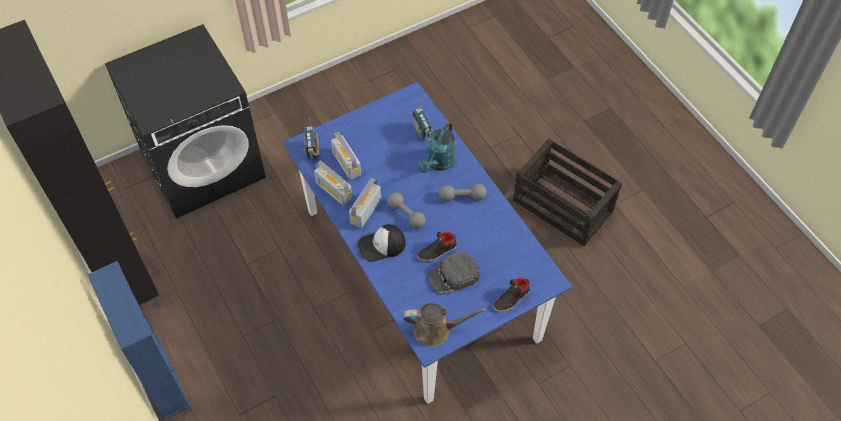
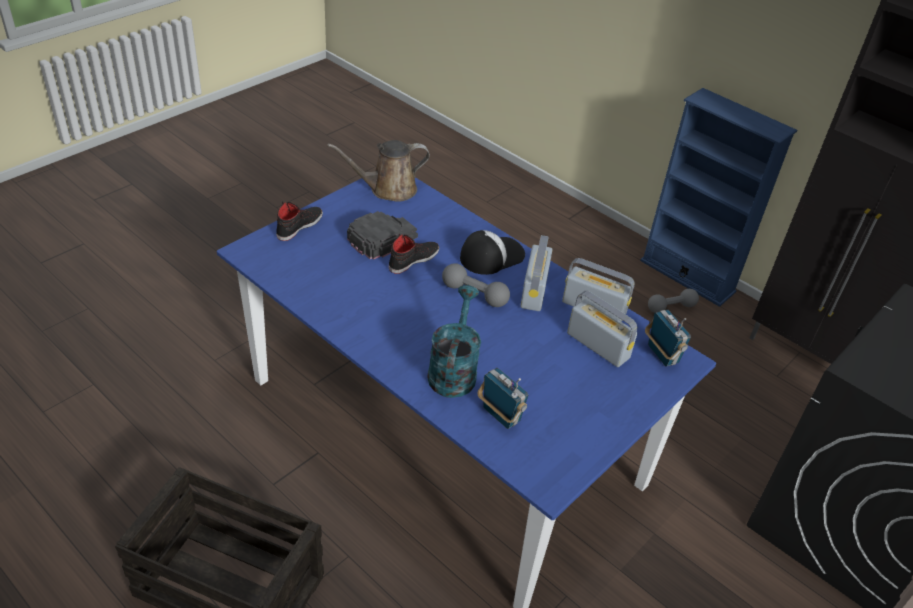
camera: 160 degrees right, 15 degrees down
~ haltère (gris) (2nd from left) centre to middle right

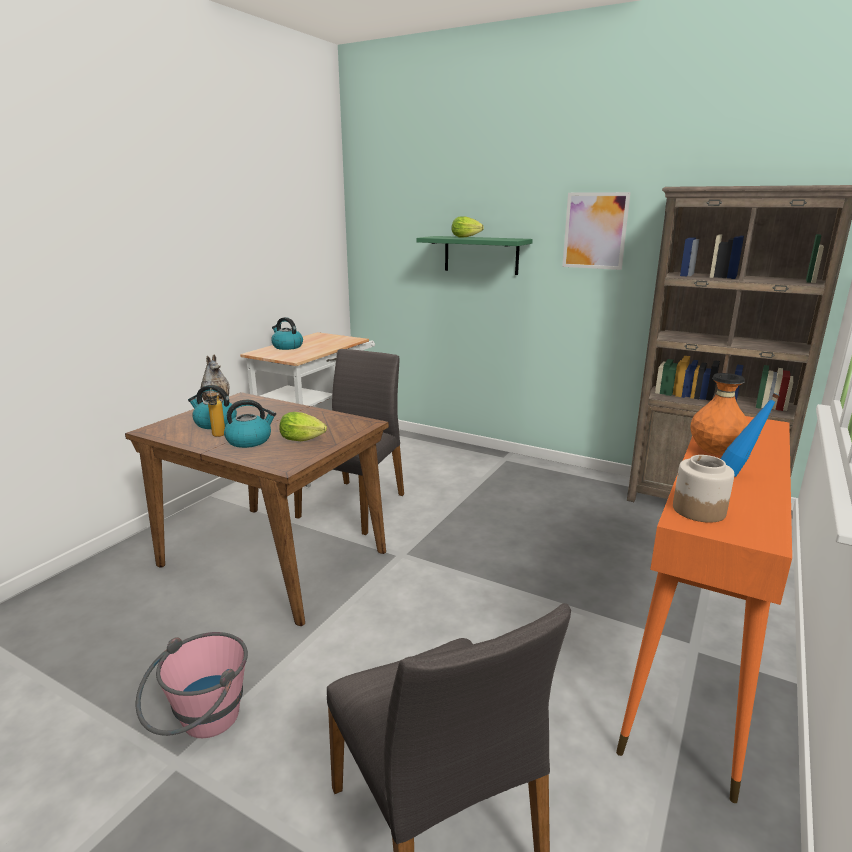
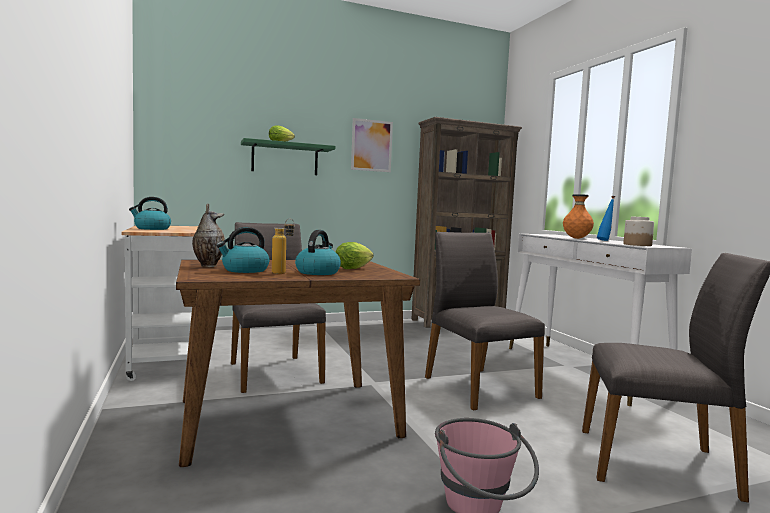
camera: 50 degrees left, 15 degrees down
~ table console (orange) bottom right to table console (blanc) middle right
+ chaise (gris) (2nd from left) centre

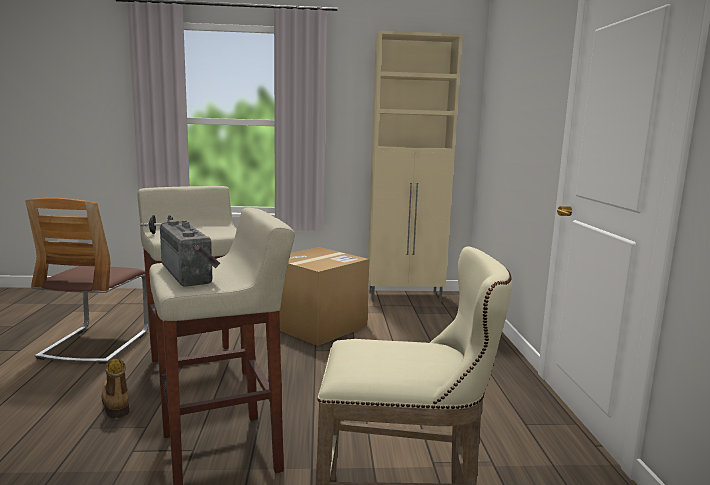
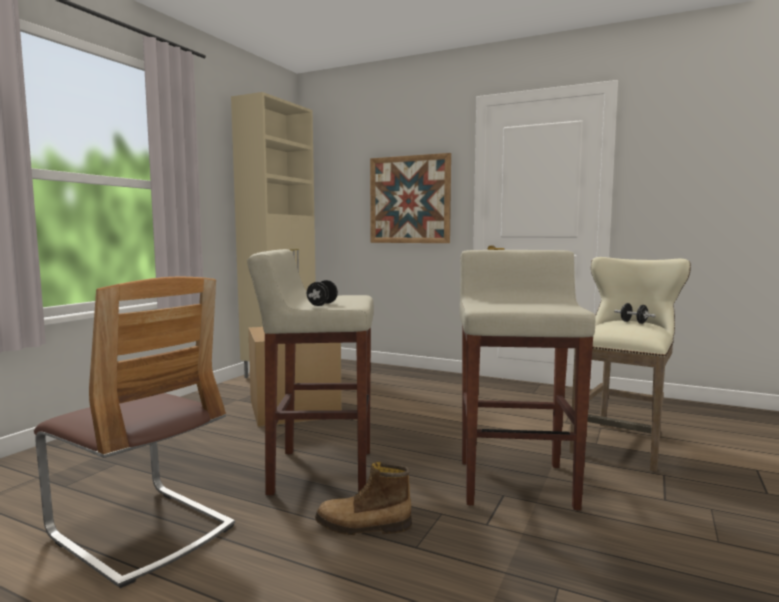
camera: 60 degrees left, 5 degrees down
- radio middle left
+ tableau top centre
+ haltère (noir) (2nd from left) middle right

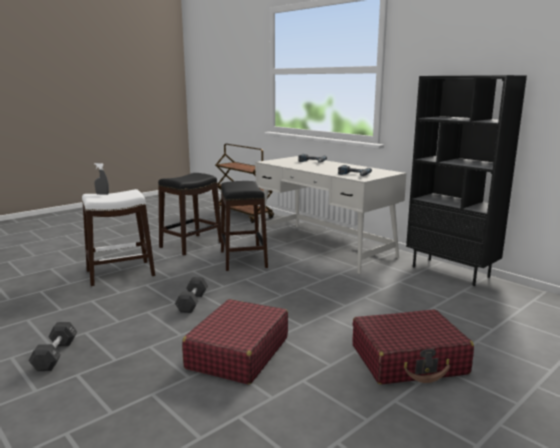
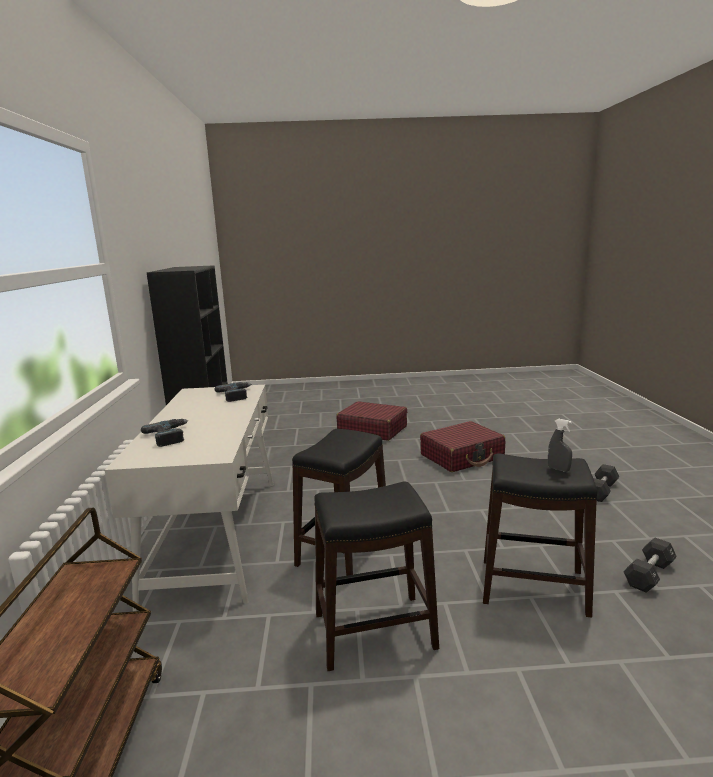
camera: 140 degrees left, 0 degrees up
~ tabouret (blanc) middle left to tabouret (noir) (3rd from left) bottom right
~ haltère (noir) (2nd from left) centre to bottom right

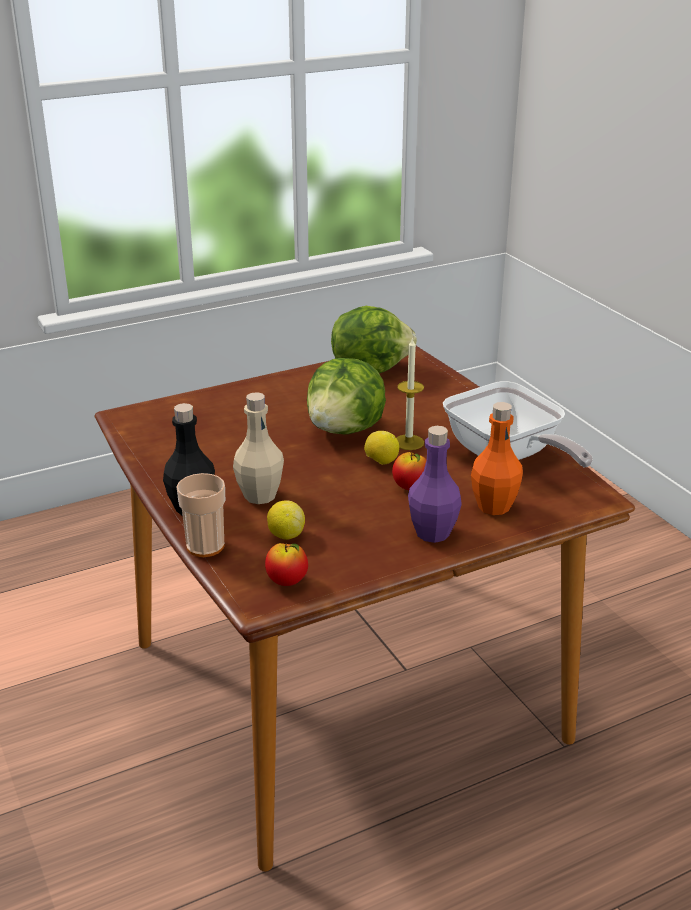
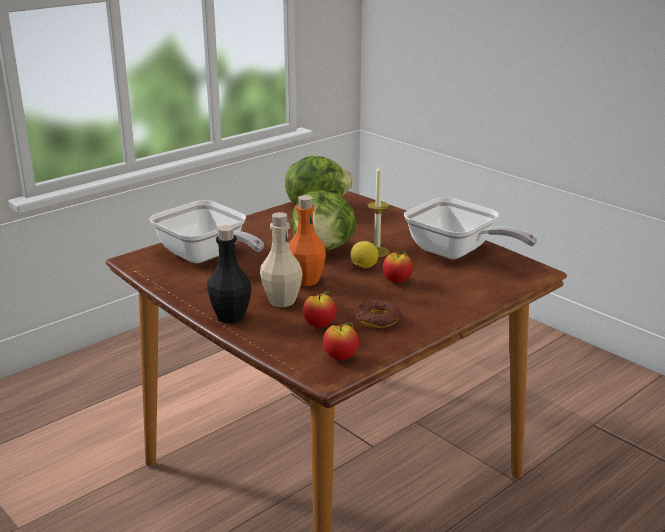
camera: 15 degrees left, 5 degrees down
- tasse middle left
~ citron (1st from left) centre to pomme (1st from left) centre
- bouteille (violet) centre
~ bouteille (orange) middle right to centre
+ poêle (1st from left) middle left
+ beignet centre

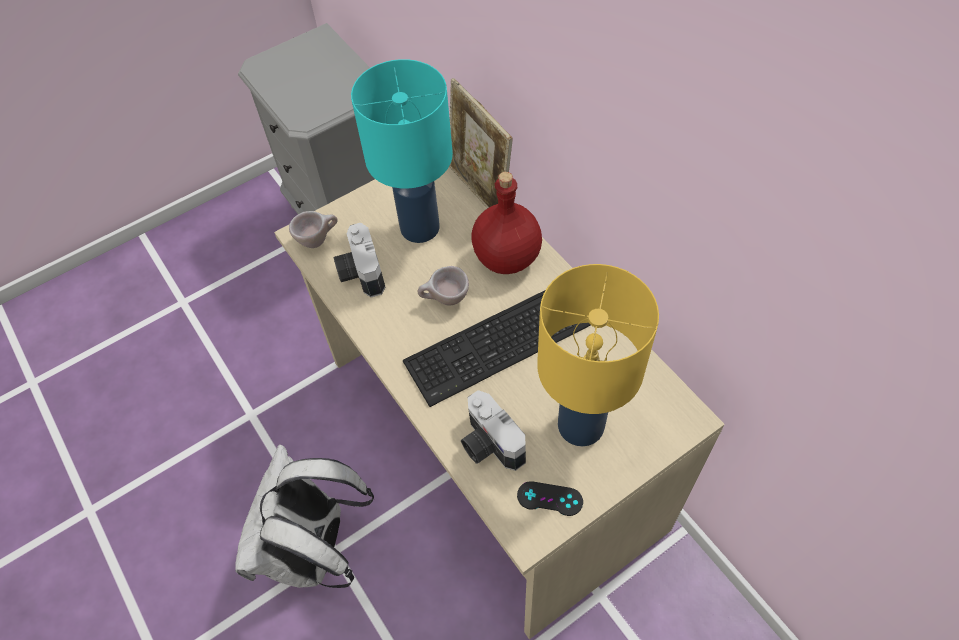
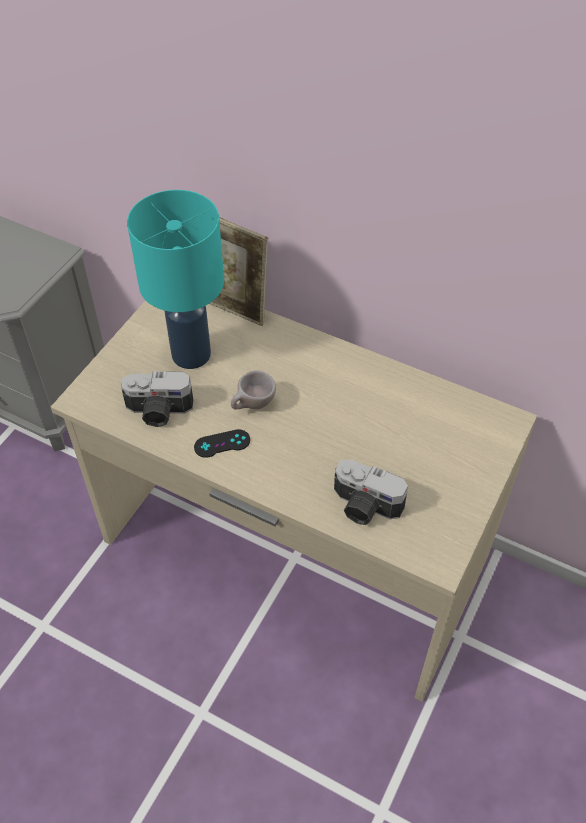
camera: 30 degrees left, 5 degrees down
- sac à dos (blanc) bottom left
- tasse (beige) (1st from left) middle left
~ appareil photo (1st from left) centre = middle left 45 degrees counterclockwise
- clavier centre
- bouteille (rouge) centre
~ manette (noir) bottom centre to centre
- lampe de table (jaune) centre

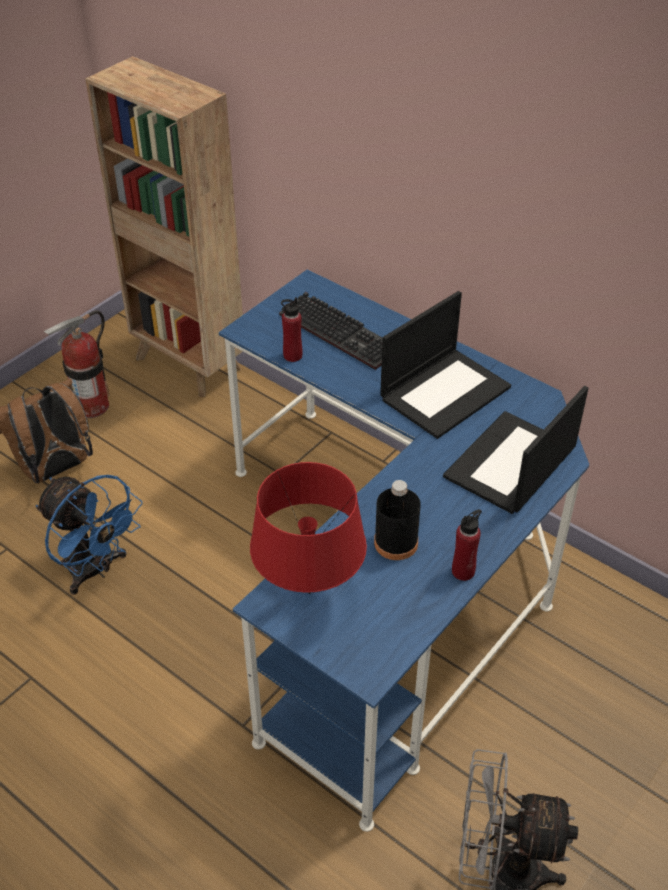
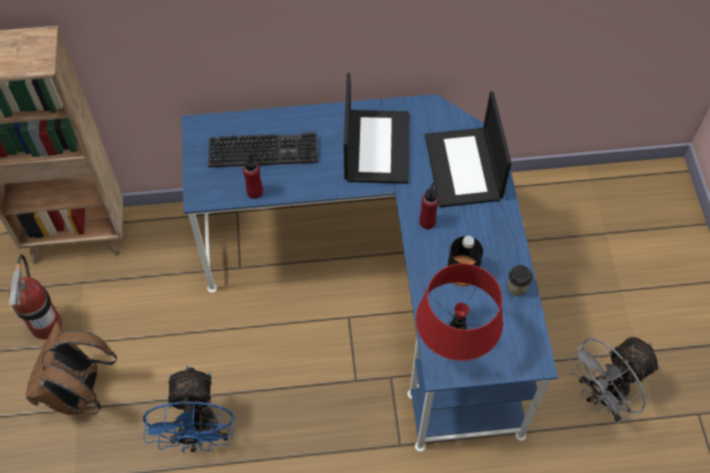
camera: 45 degrees left, 15 degrees up
~ ventilateur (bleu) middle left = bottom left 90 degrees clockwise
~ bouteille (rouge) (2nd from left) middle right to centre
+ tasse middle right

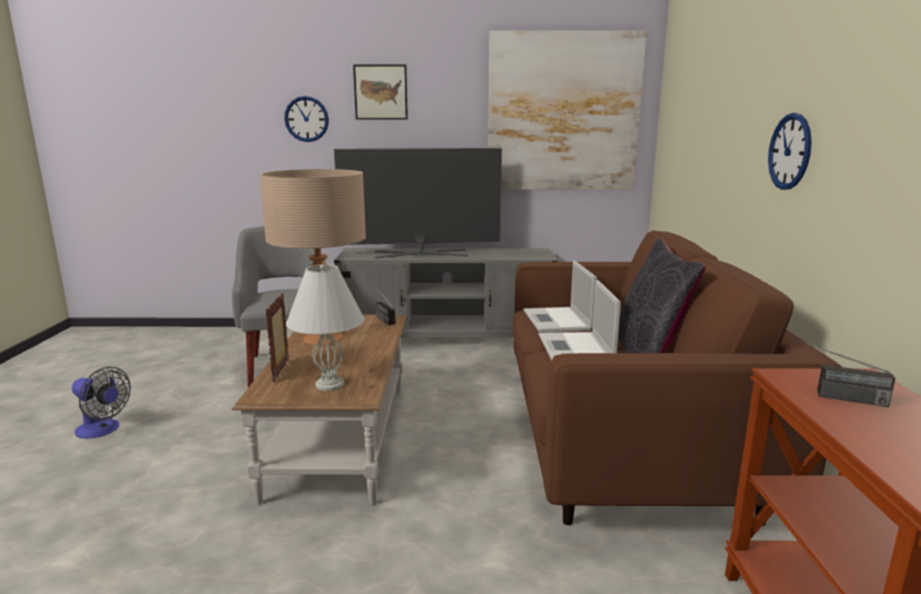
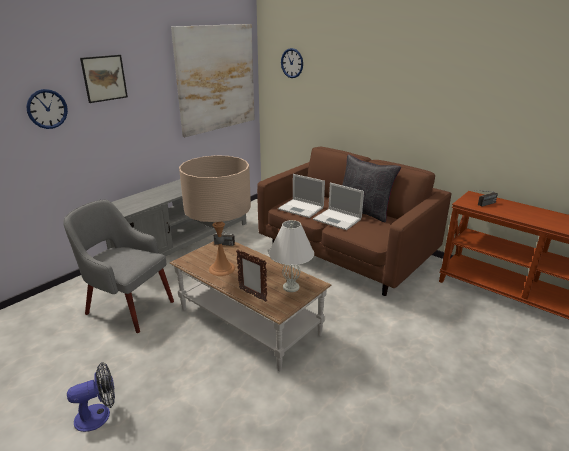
camera: 50 degrees left, 10 degrees up
- téléviseur centre
~ horloge murale (2nd from left) top right to top centre

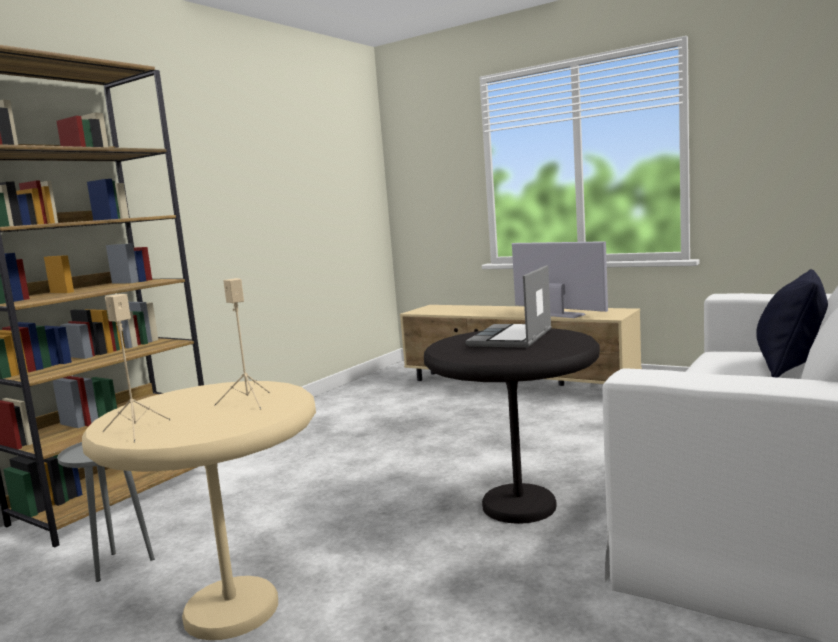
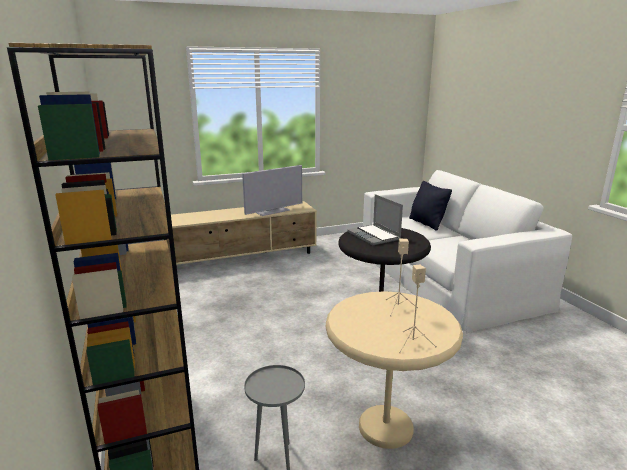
camera: 55 degrees left, 10 degrees up
~ téléviseur middle right = centre 150 degrees clockwise

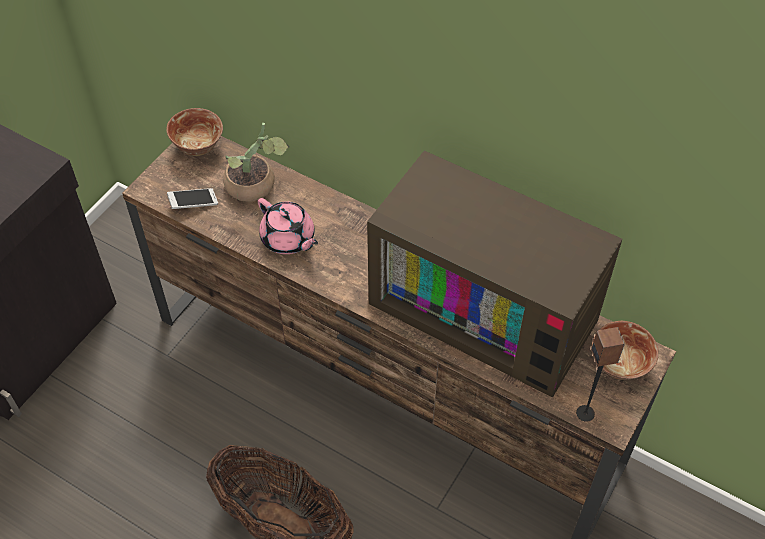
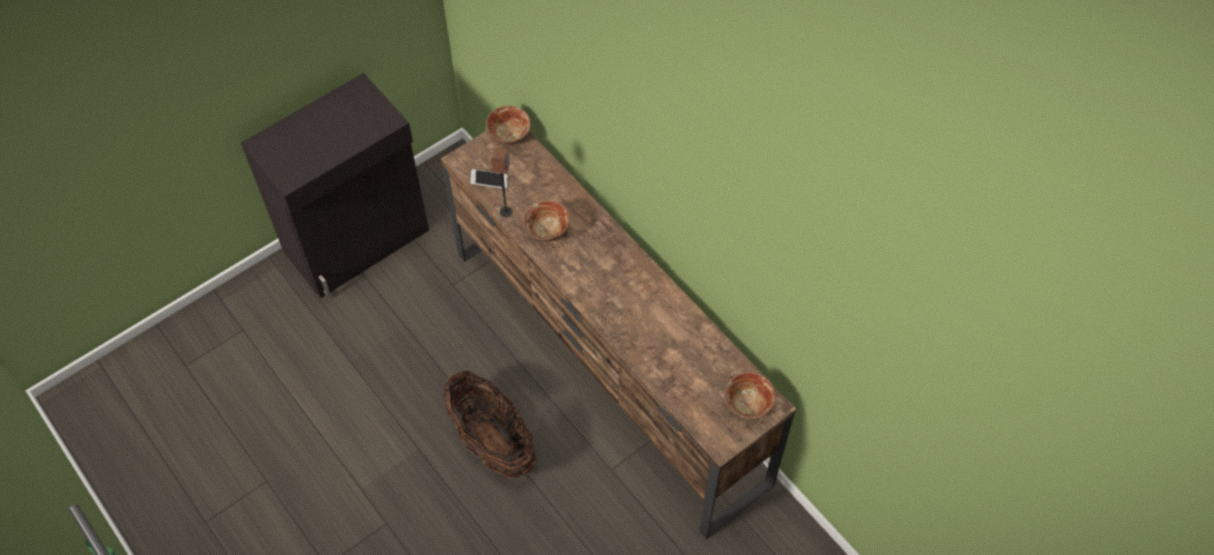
camera: 20 degrees right, 5 degrees up
- plante en pot top centre
~ théière (rose) centre to bol (2nd from left) centre
- téléviseur centre
~ enceinte bottom right to top centre

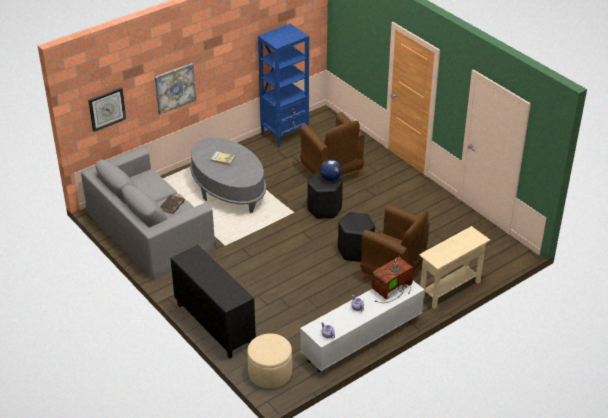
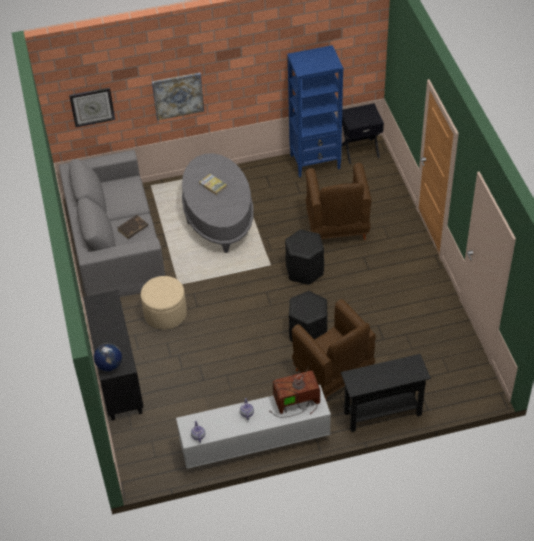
camera: 25 degrees right, 10 degrees up
~ pouf (beige) bottom centre to middle left
~ globe centre to middle left
~ table console (beige) middle right to table console (noir) bottom right
+ table de chevet (noir) top right

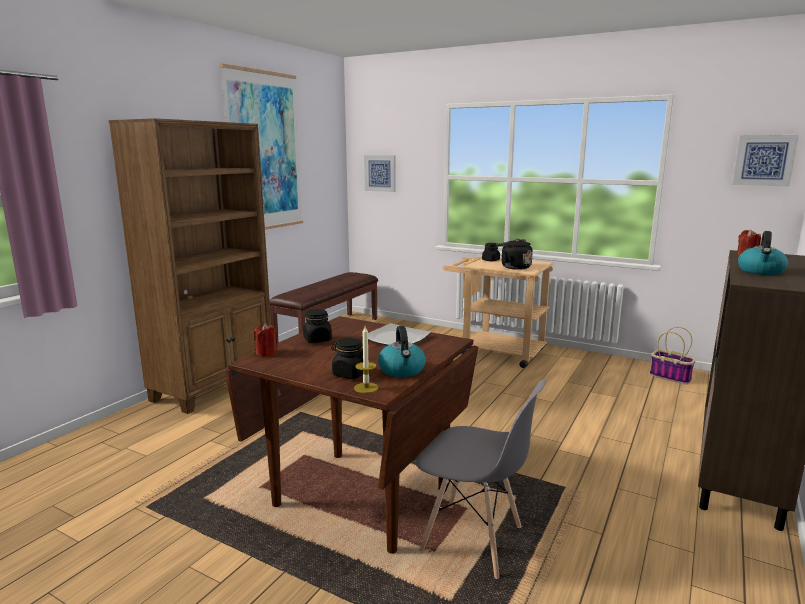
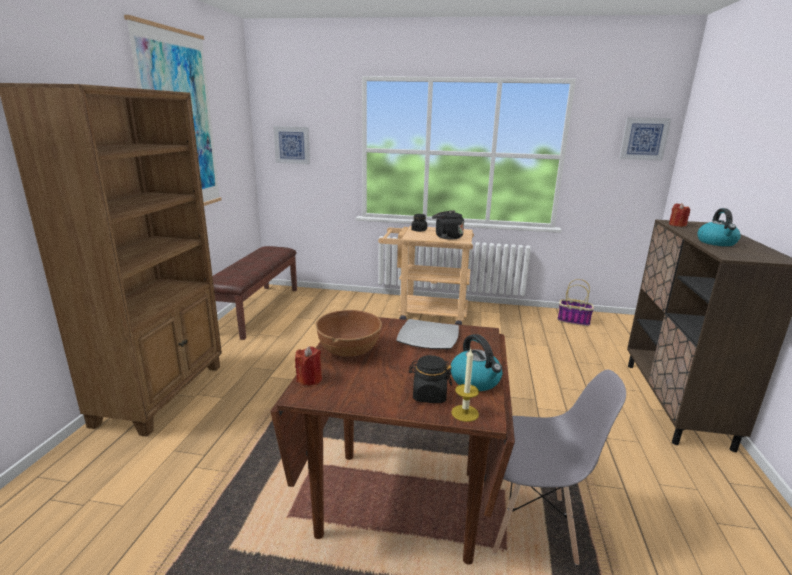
camera: 20 degrees left, 5 degrees up
~ bocal (noir) (1st from left) centre to bol (marron) centre

